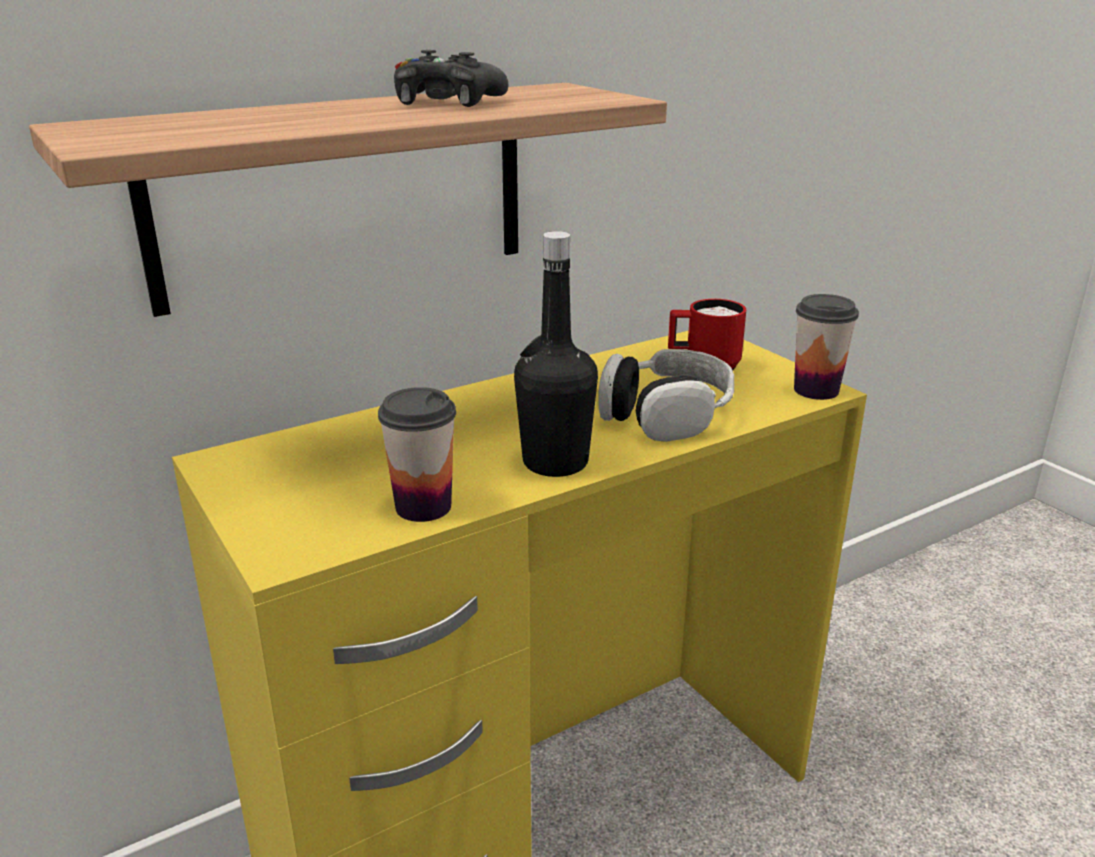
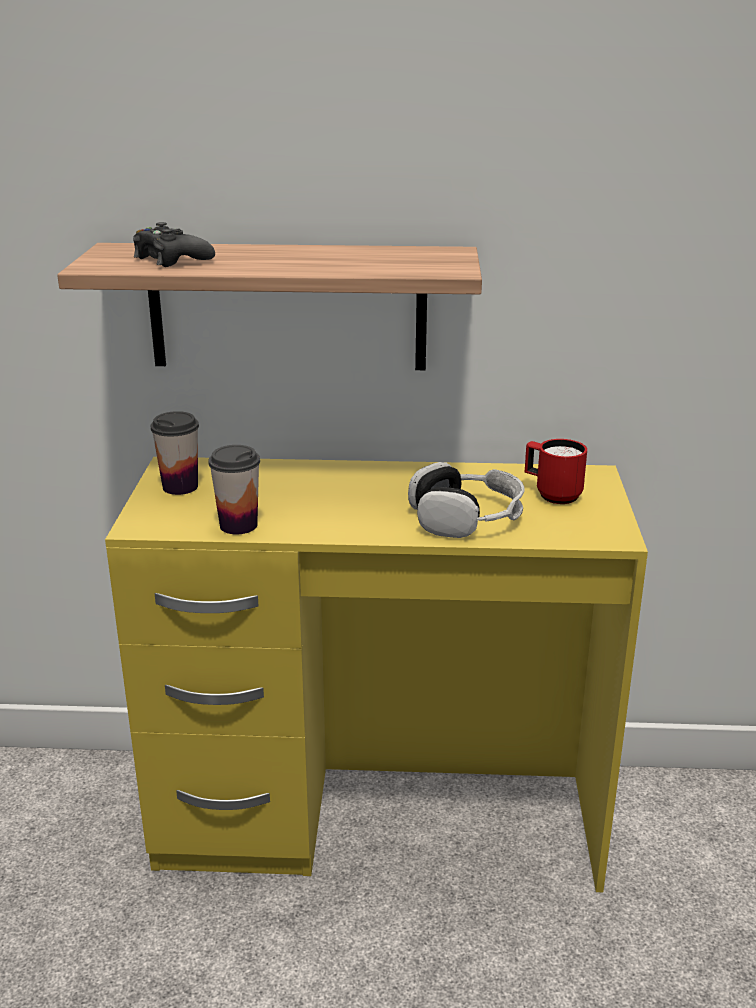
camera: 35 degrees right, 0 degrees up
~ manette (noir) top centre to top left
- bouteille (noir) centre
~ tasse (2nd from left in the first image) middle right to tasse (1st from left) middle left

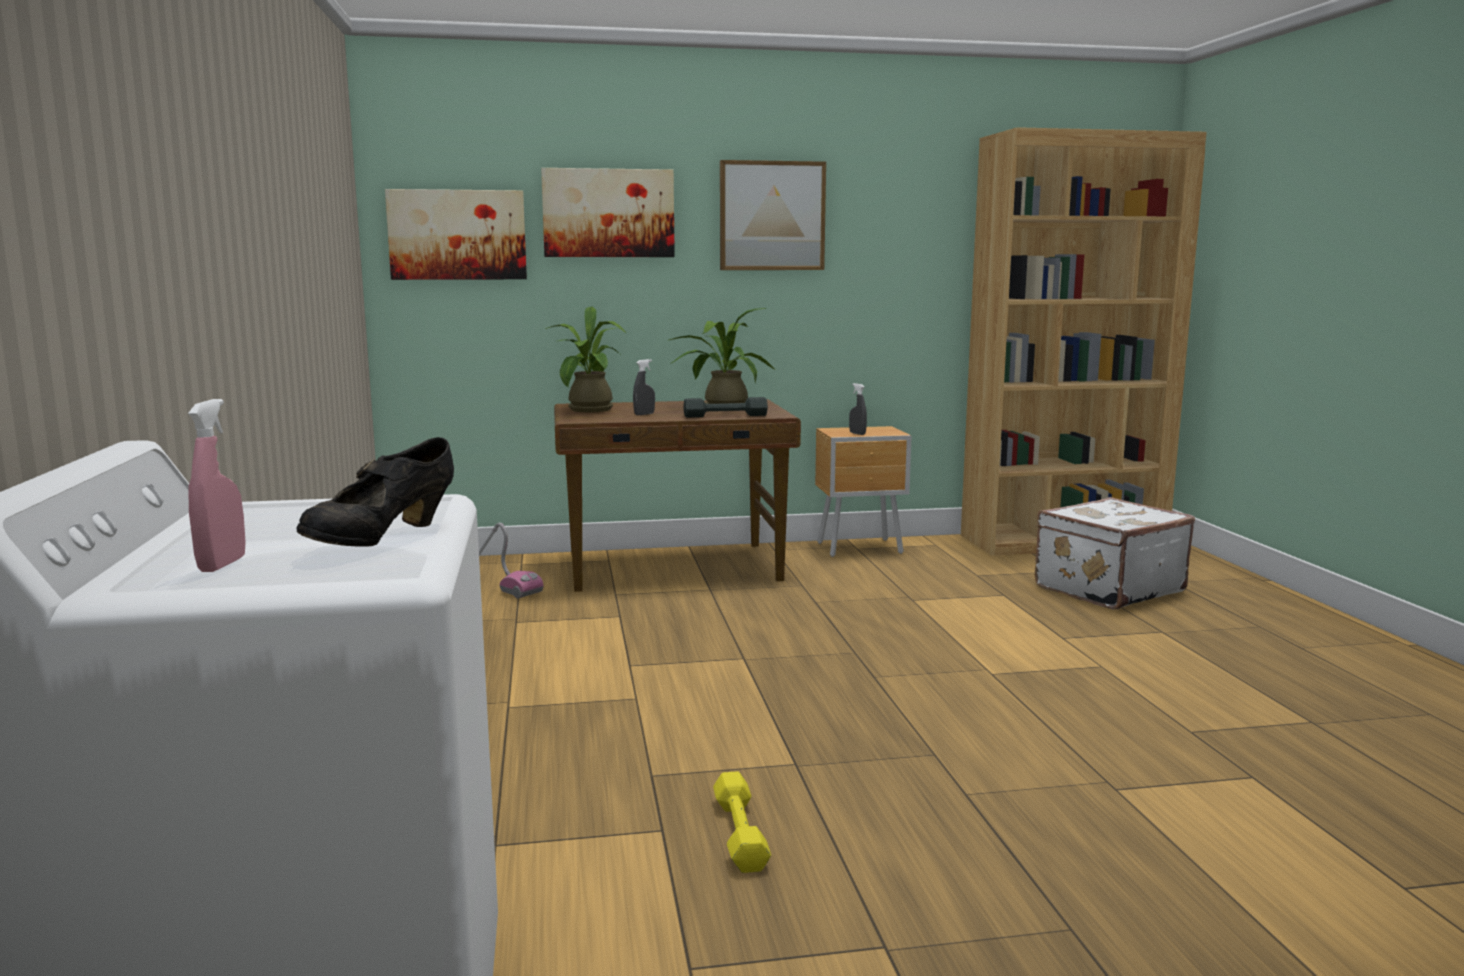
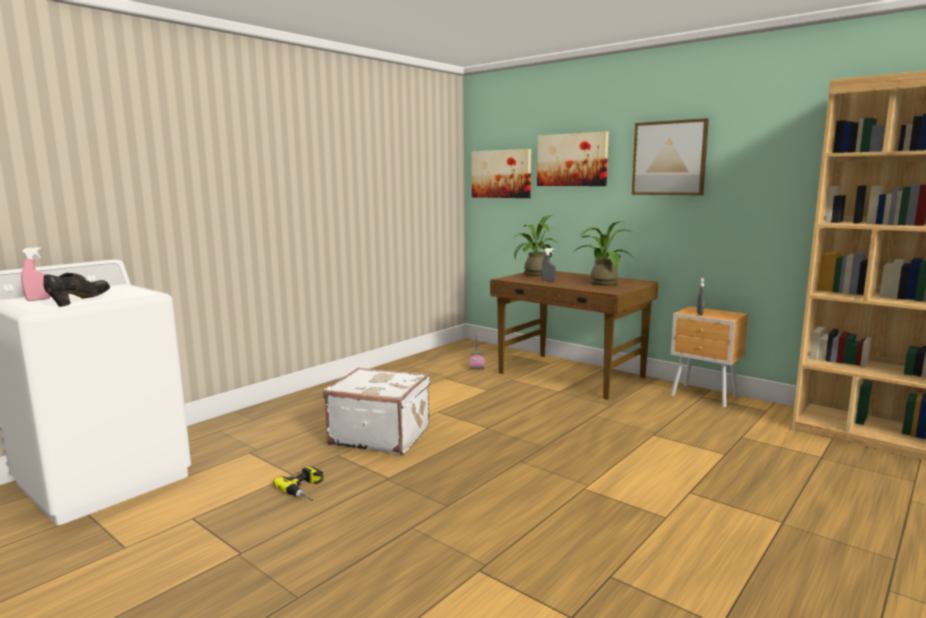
camera: 50 degrees right, 0 degrees up
~ chaussure (noir) middle left = middle left 120 degrees clockwise
- haltère (gris) centre
~ haltère (jaune) bottom centre to perceuse bottom left
~ valise (blanc) middle right to centre

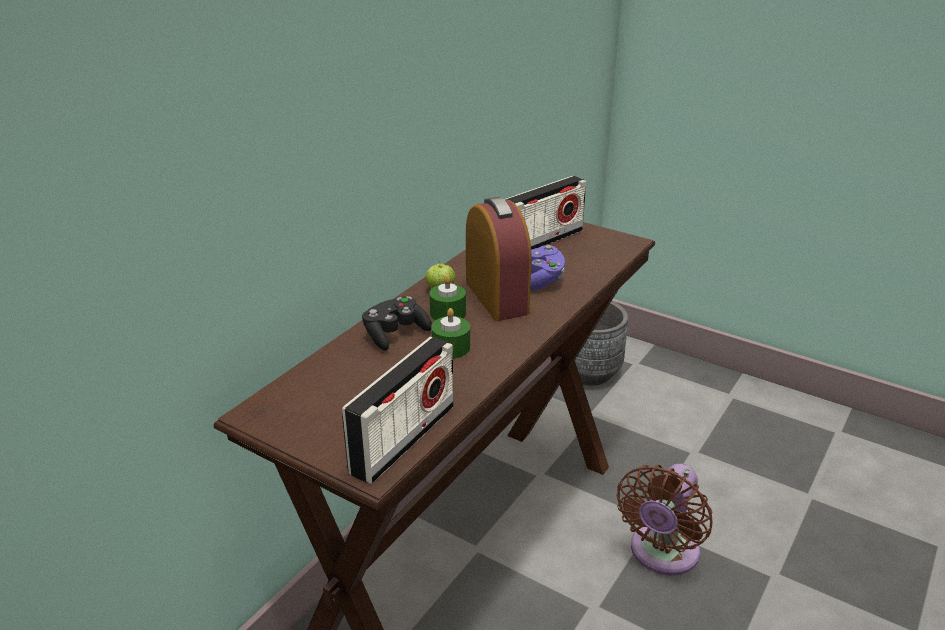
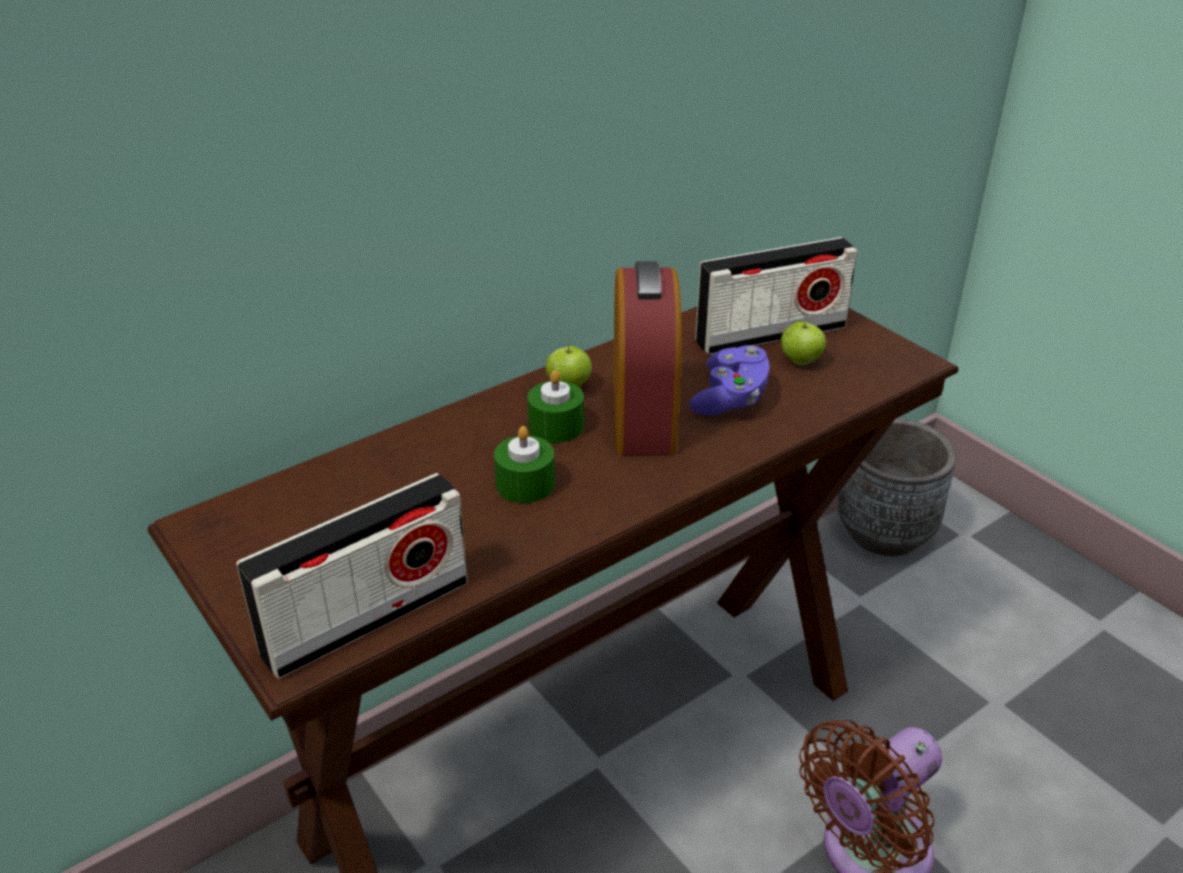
camera: 20 degrees right, 5 degrees up
- manette (noir) centre
+ pomme (2nd from left) middle right

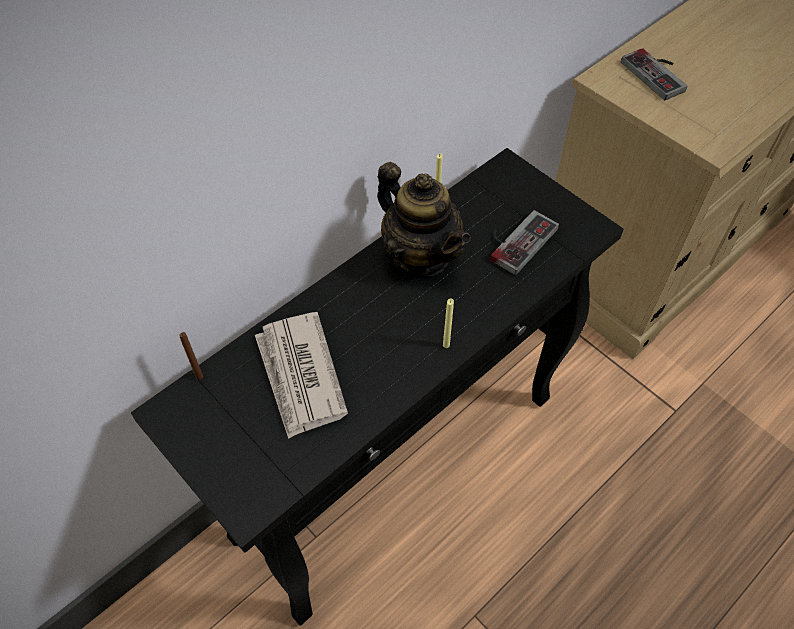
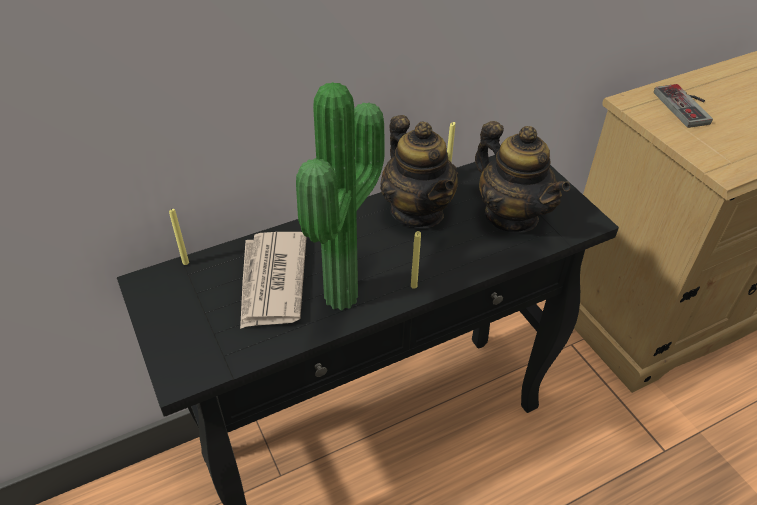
camera: 15 degrees right, 10 degrees down
~ bougie (marron) middle left to bougie (jaune) (1st from left) middle left
~ manette (1st from left) centre to théière (2nd from left) middle right
+ plante en pot centre

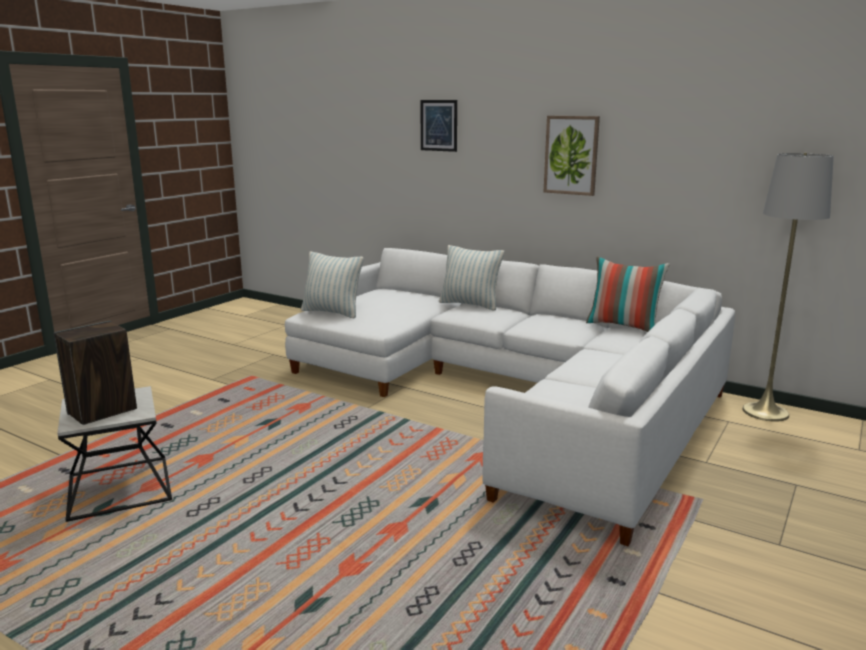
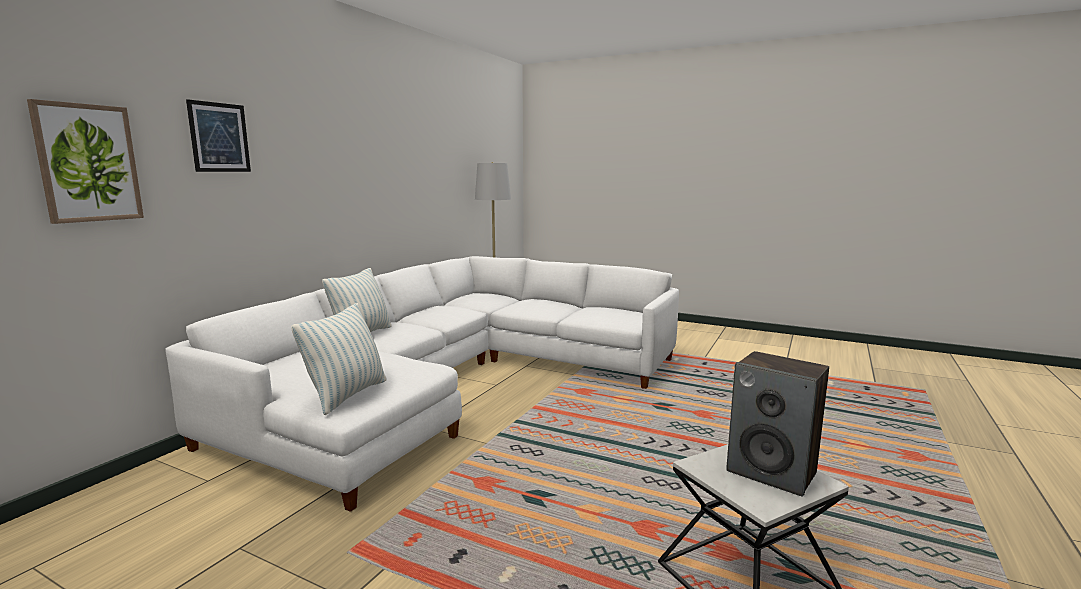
camera: 95 degrees left, 5 degrees down
~ tableau (2nd from left in the first image) top centre to tableau (1st from left) top left
- coussin (3rd from left) middle right

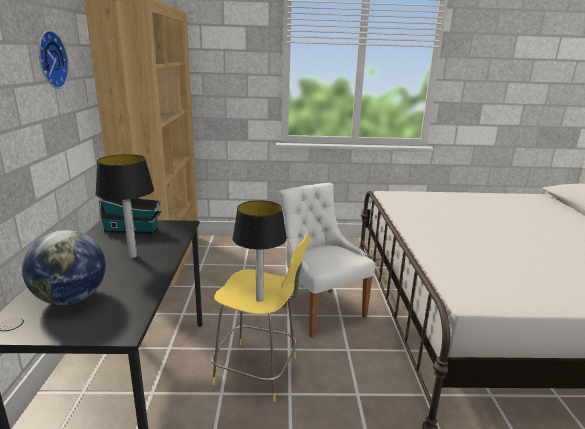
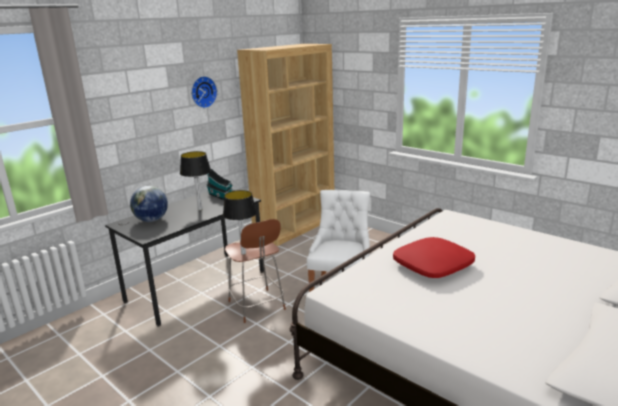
camera: 45 degrees right, 0 degrees up
~ tabouret (jaune) bottom centre to tabouret (marron) bottom centre
+ coussin (rouge) middle right

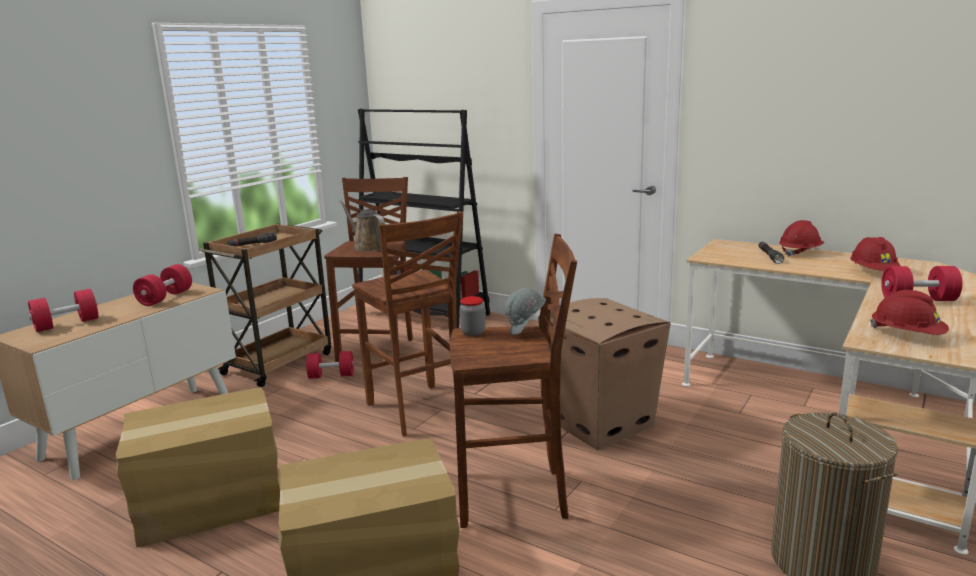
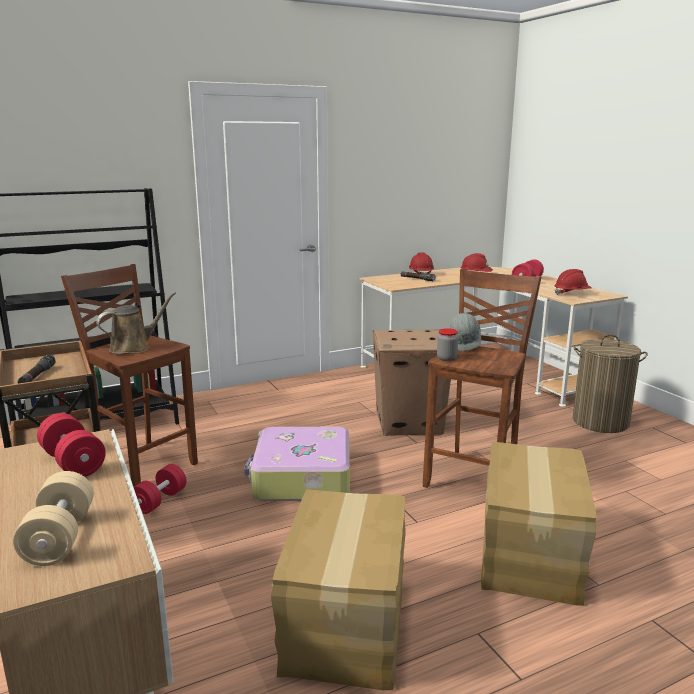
camera: 60 degrees left, 0 degrees up
~ haltère (rouge) (1st from left) middle left to haltère (beige) bottom left
~ arrosoir (marron) centre = middle left 150 degrees clockwise
~ tabouret (marron) (2nd from left) centre to valise bottom centre

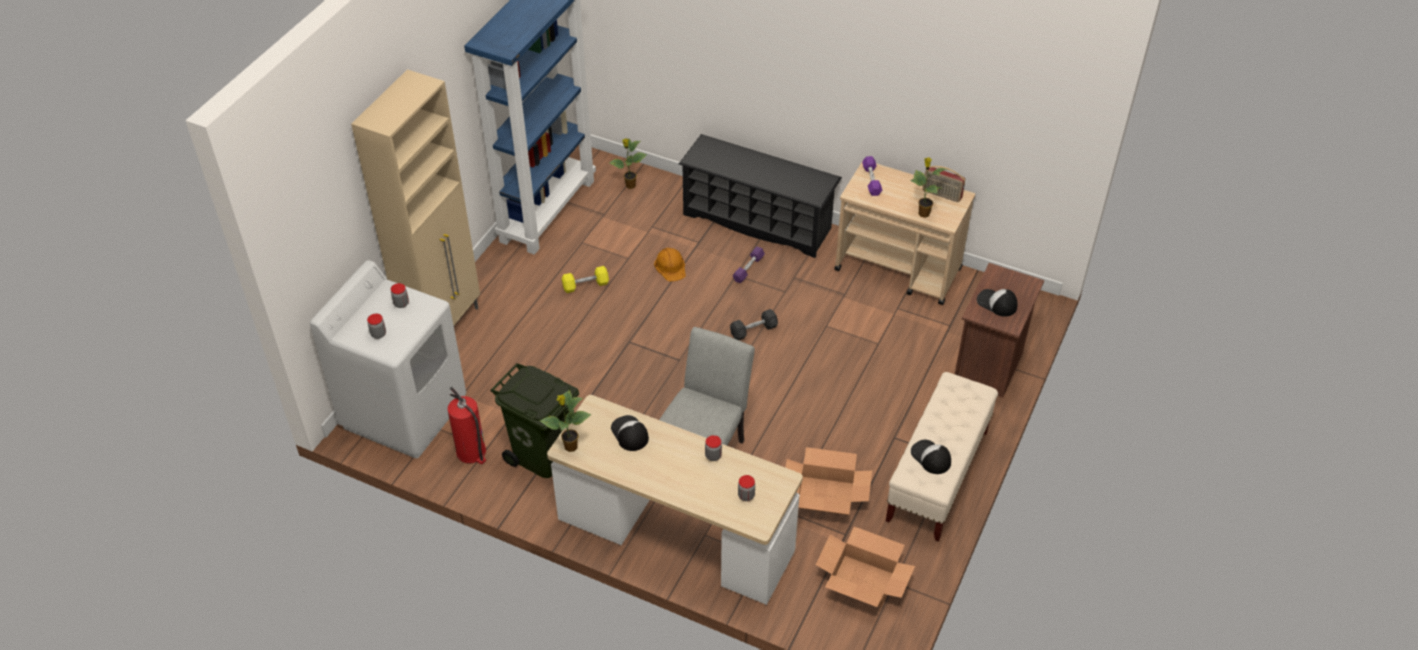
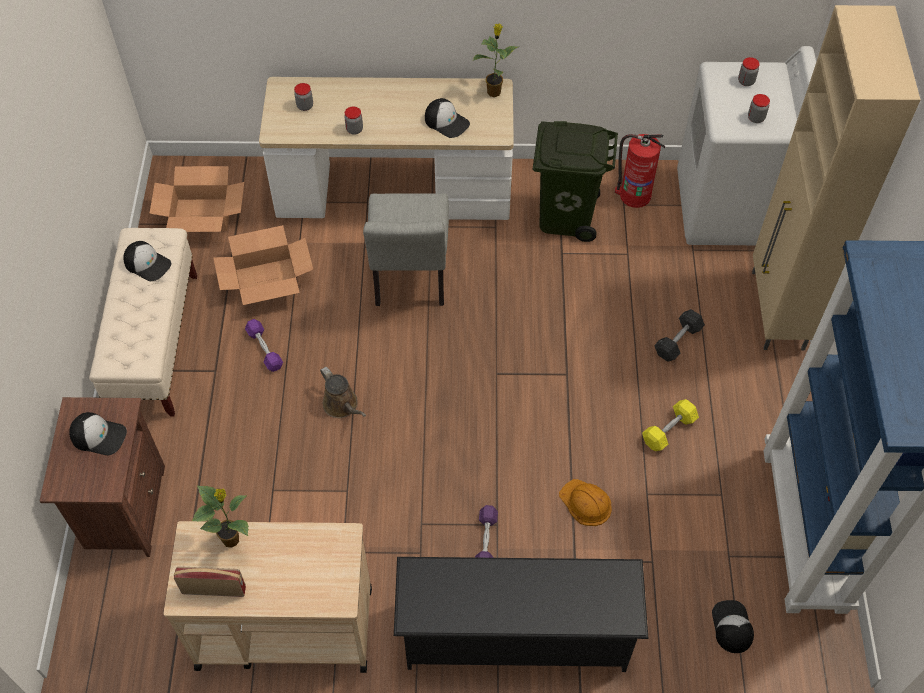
camera: 155 degrees right, 10 degrees up
~ plante en pot (2nd from left) top centre to casquette (4th from left) bottom right
~ haltère (gris) centre to middle right
~ haltère (violet) (2nd from left in the first image) top centre to haltère (violet) (1st from left) middle left
+ arrosoir (marron) centre

